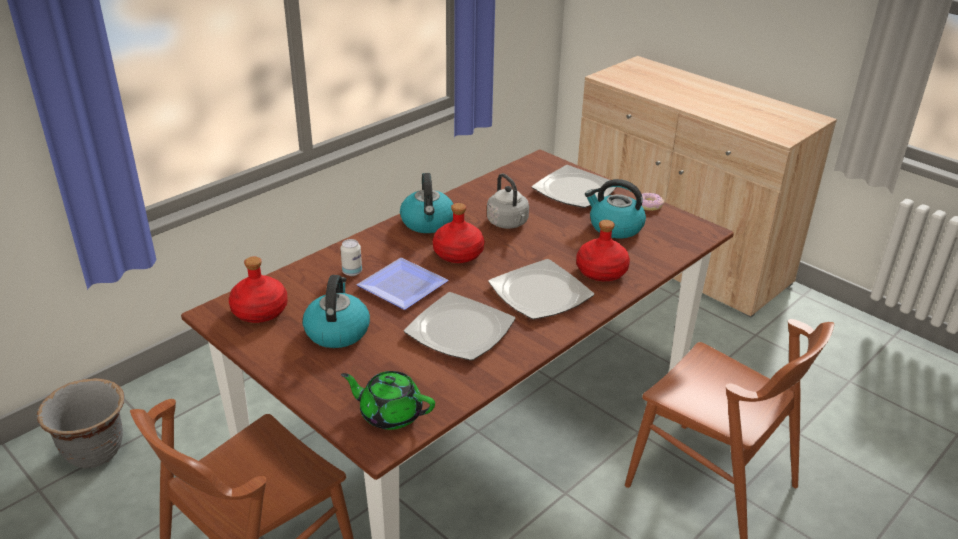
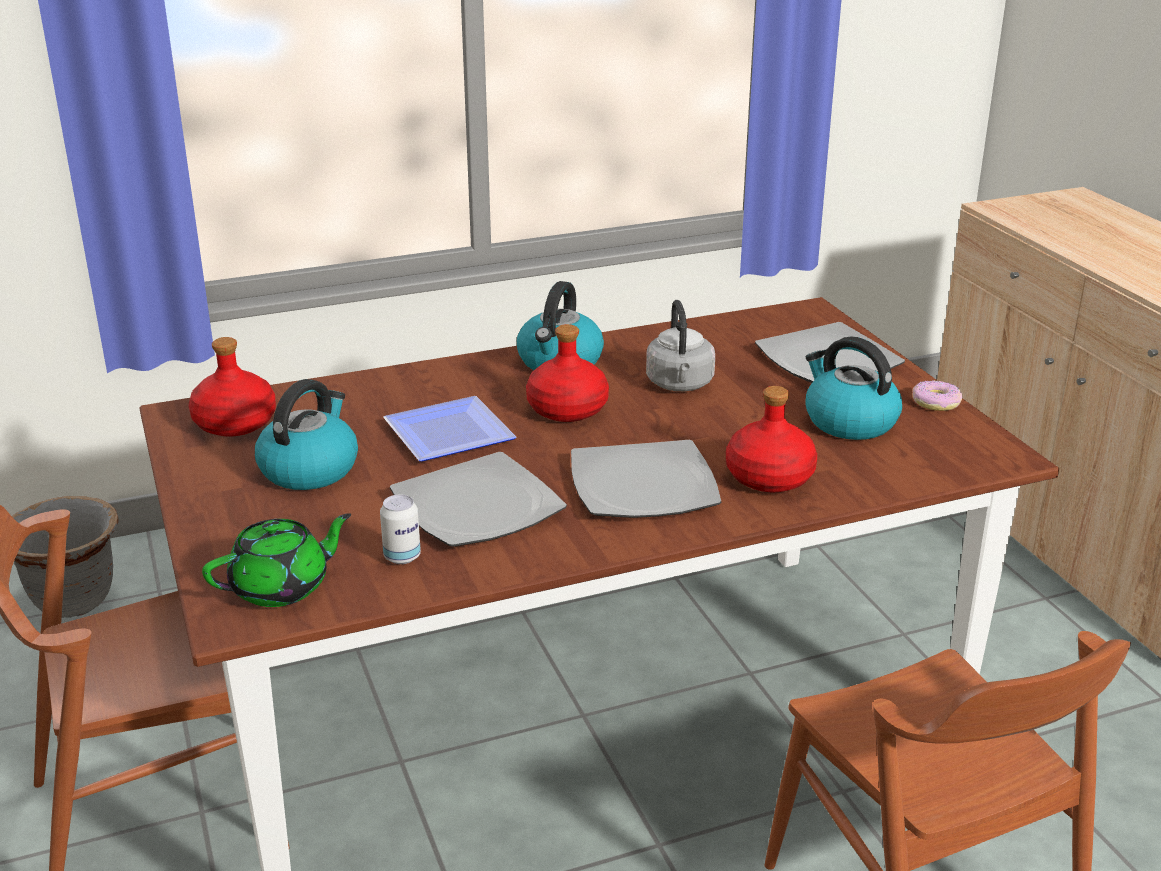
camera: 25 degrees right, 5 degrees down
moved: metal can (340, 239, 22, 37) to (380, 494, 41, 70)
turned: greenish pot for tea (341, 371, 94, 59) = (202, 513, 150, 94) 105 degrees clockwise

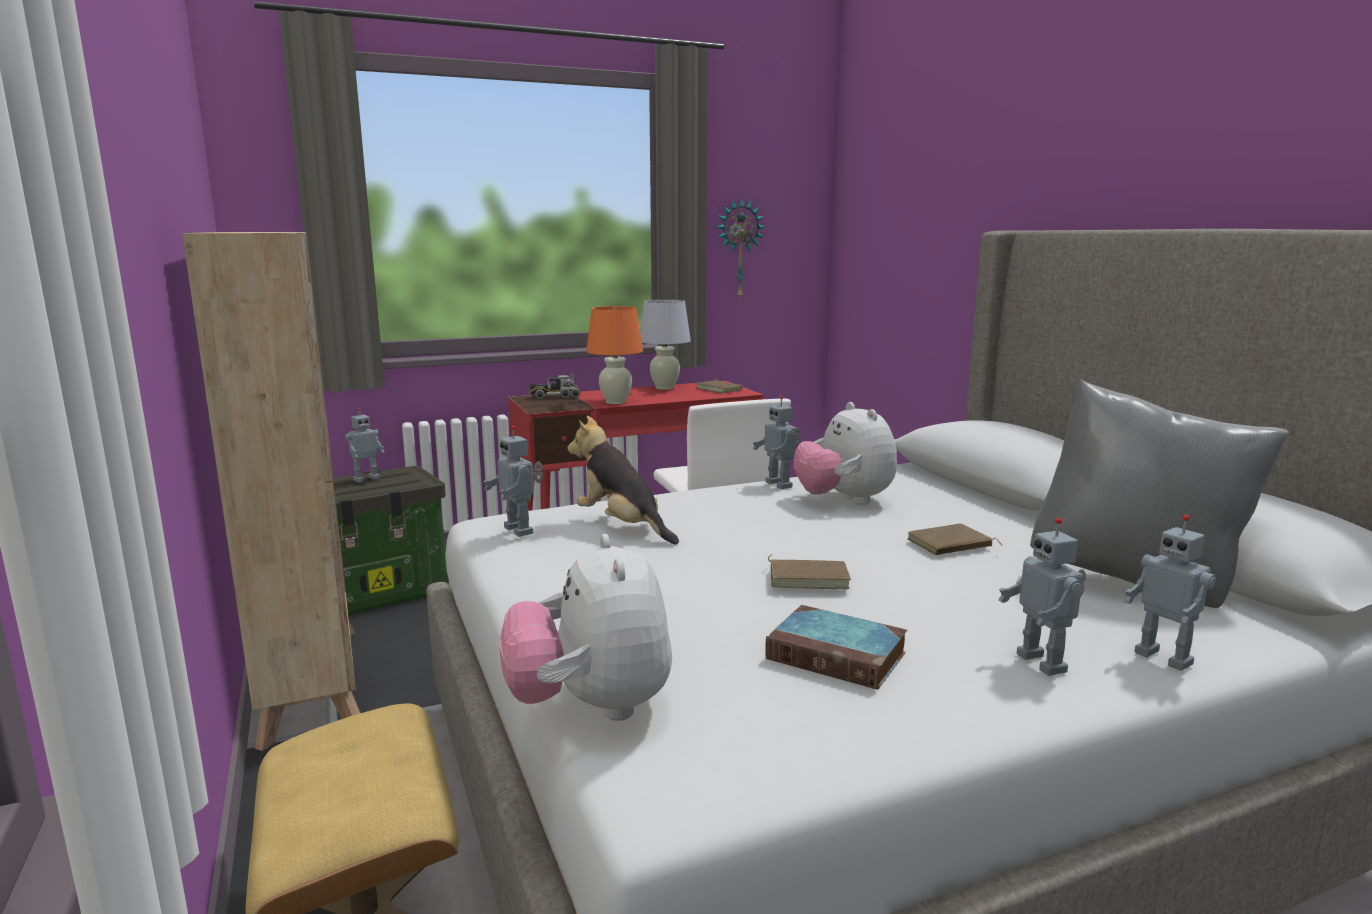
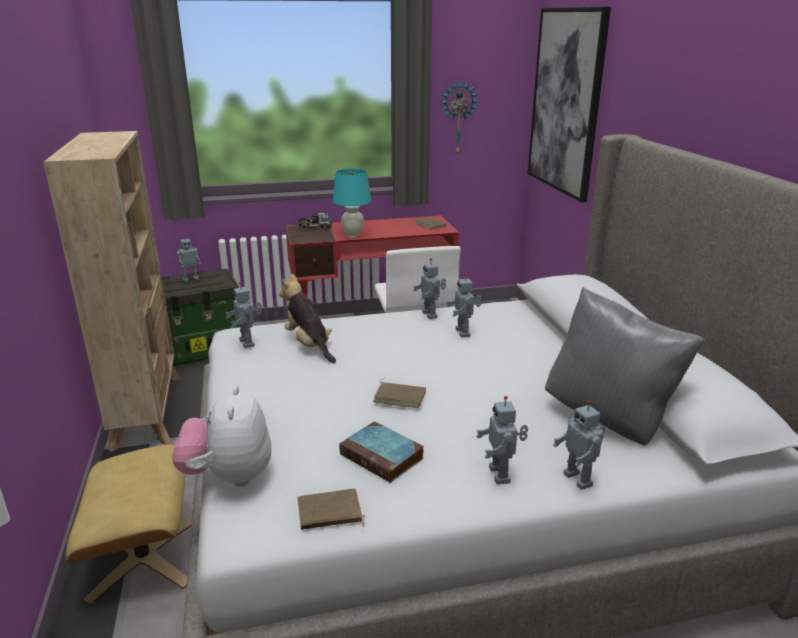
camera: 10 degrees right, 10 degrees up
removed: white-coloured lamp for a table (640, 300, 51, 90)
added: wall art (527, 7, 84, 196)
moved: brown-coloured bound book (908, 523, 95, 32) to (297, 488, 68, 42)
replaced: plush toy (794, 402, 103, 103) to toy robot (446, 273, 36, 64)
recoloured: orange lamp for a table (586, 306, 57, 98) to turquoise-coloured lamp for a table (332, 168, 39, 69)

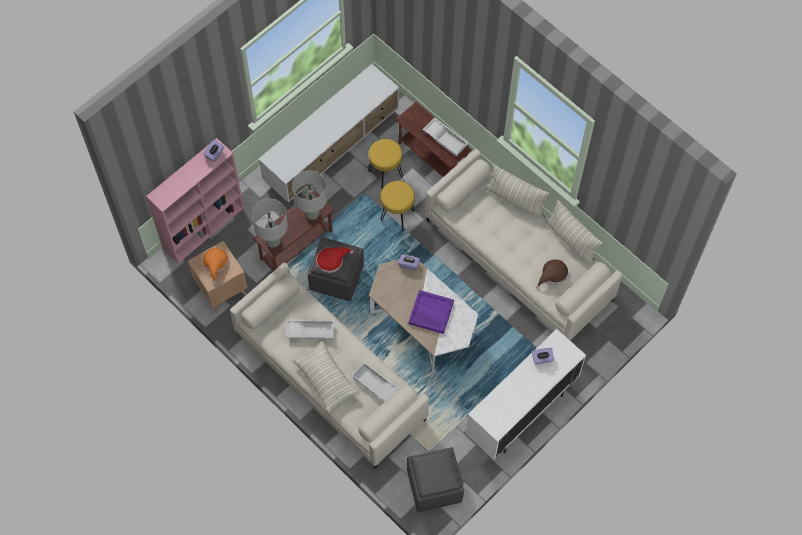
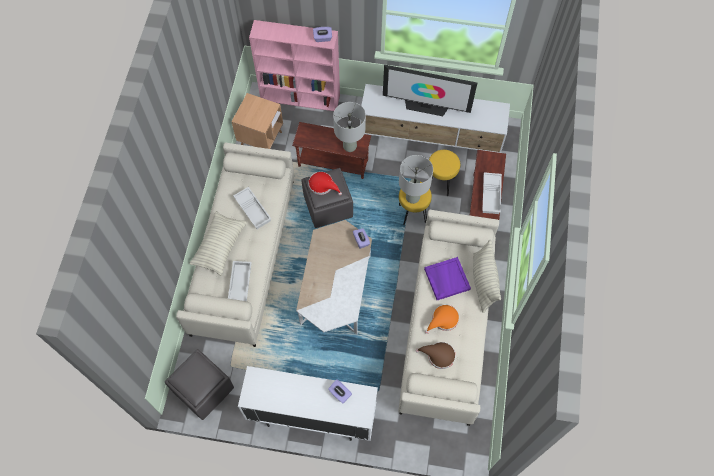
camera: 55 degrees right, 0 degrees up
removed: throw pillow (546, 200, 57, 66)
added: TV (383, 65, 94, 51)
moved: orange wearable hat (202, 247, 27, 37) to (425, 304, 34, 30); grey lamp for a table (252, 198, 36, 49) to (399, 155, 34, 49); purple tray (408, 290, 46, 44) to (424, 257, 47, 43)

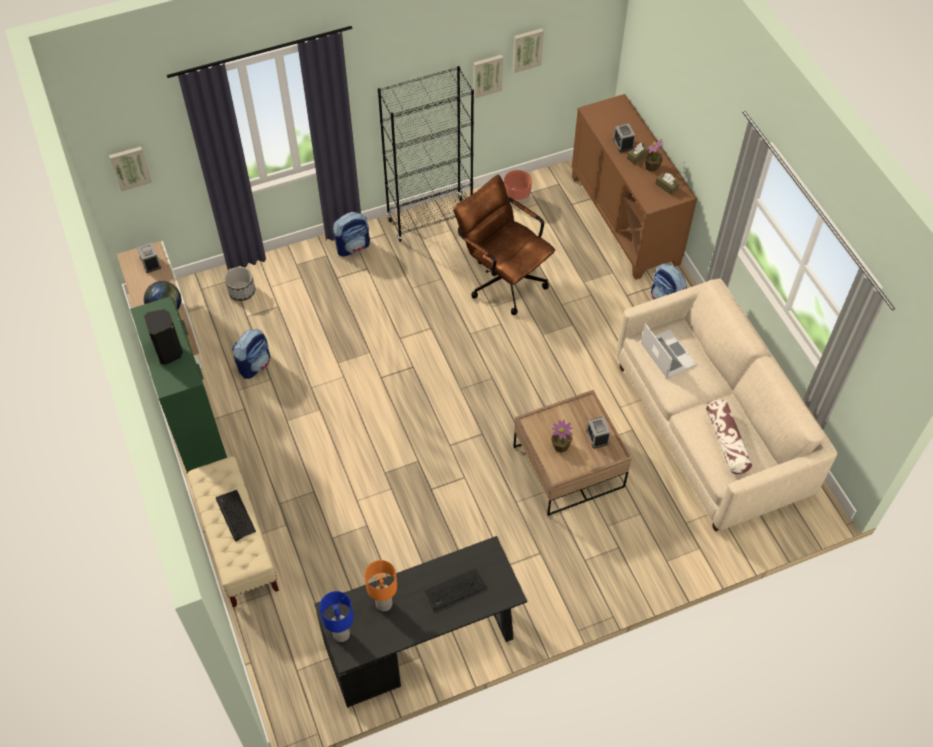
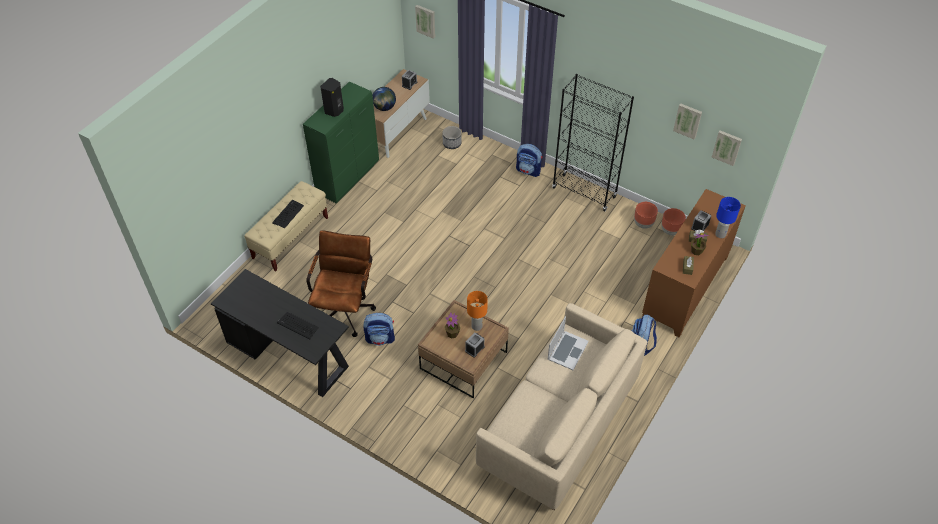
camera: 55 degrees right, 5 degrees down
removed: throw pillow (706, 400, 47, 74)
added: brown-coloured planter (661, 208, 25, 27)
moved: rucksack (232, 329, 38, 50) to (363, 313, 32, 33); bluish lamp for a table (319, 591, 35, 51) to (715, 197, 26, 41); orange lamp for a table (364, 560, 33, 51) to (467, 291, 21, 40); brown-coloured computer chair (453, 175, 102, 140) to (306, 230, 70, 107); wall art (473, 55, 30, 43) to (712, 130, 30, 36)

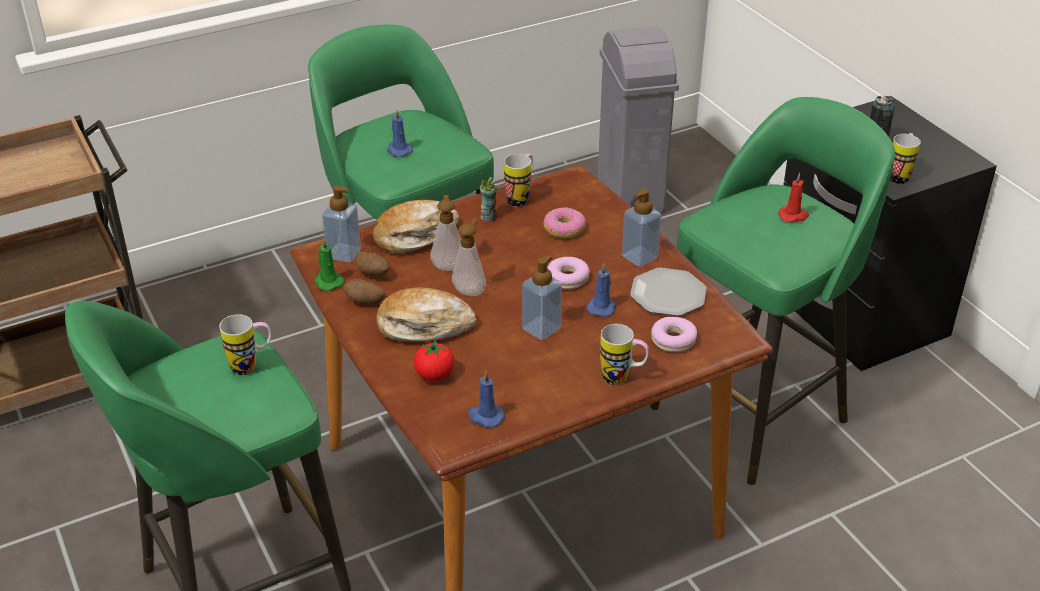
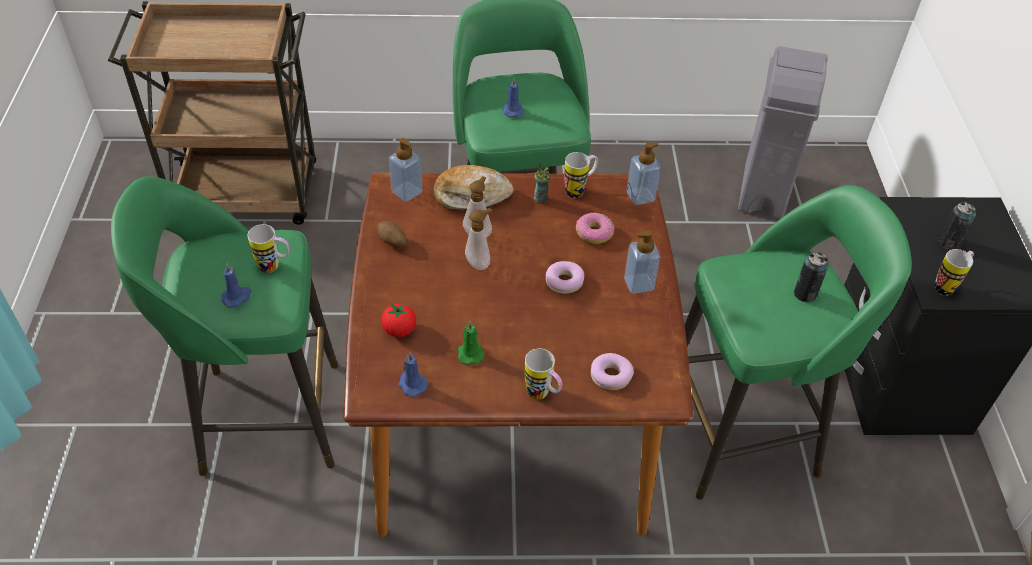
camera: 25 degrees right, 10 degrees up
removed: whole potato (356, 251, 34, 25); bakery bread (376, 288, 101, 53); dinner plate (630, 268, 77, 48)
moved: greenish candle (314, 238, 30, 53) to (458, 321, 27, 44); soap bottle (522, 255, 40, 85) to (626, 142, 35, 63); bluish candle (586, 264, 30, 53) to (221, 264, 30, 44)
replaced: red-coloured candle (778, 173, 31, 49) to metal can (794, 252, 35, 50)

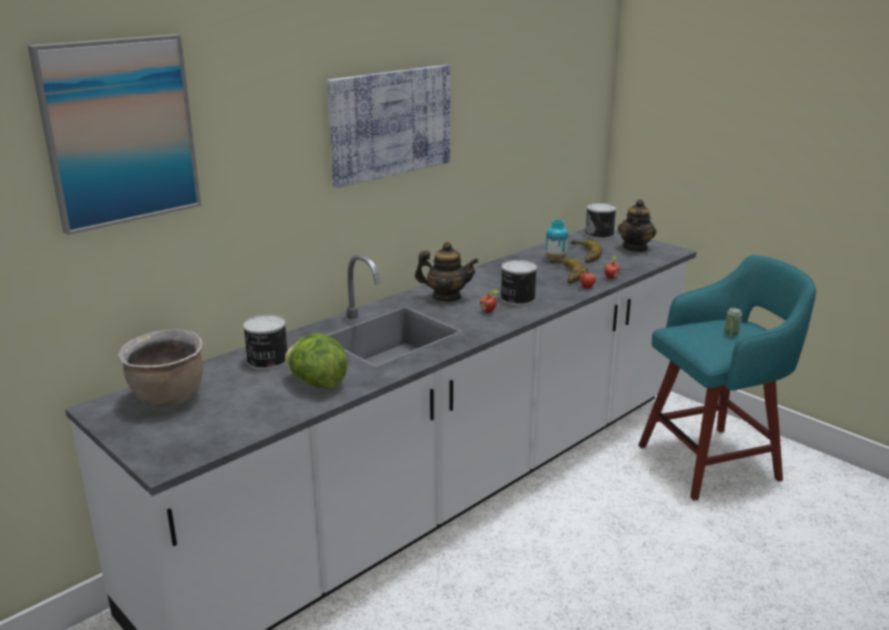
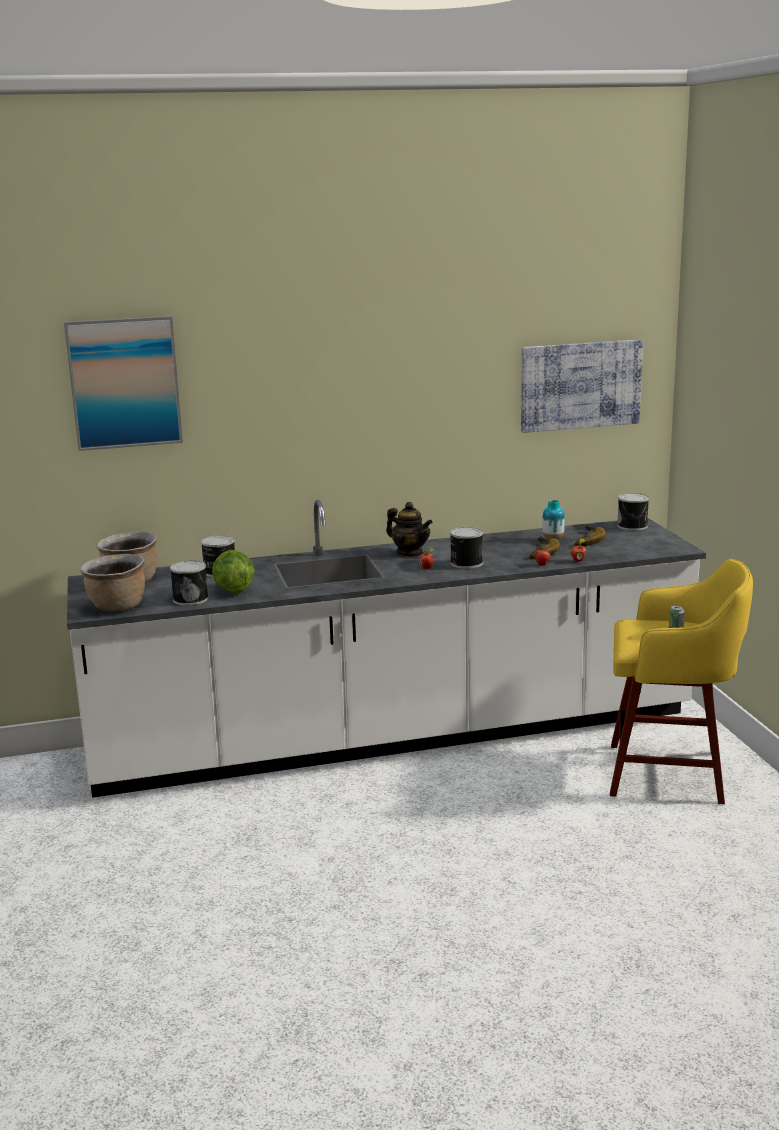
camera: 30 degrees right, 5 degrees down
removed: pot for tea (618, 199, 39, 53)
added: brown-coloured saucepot (80, 554, 65, 57); metal can (170, 560, 38, 46)
moved: wall art (327, 65, 123, 123) to (521, 339, 122, 94)
recoloured: turquoise-coloured sitting stool (638, 255, 178, 246) to yellow sitting stool (610, 559, 143, 245)

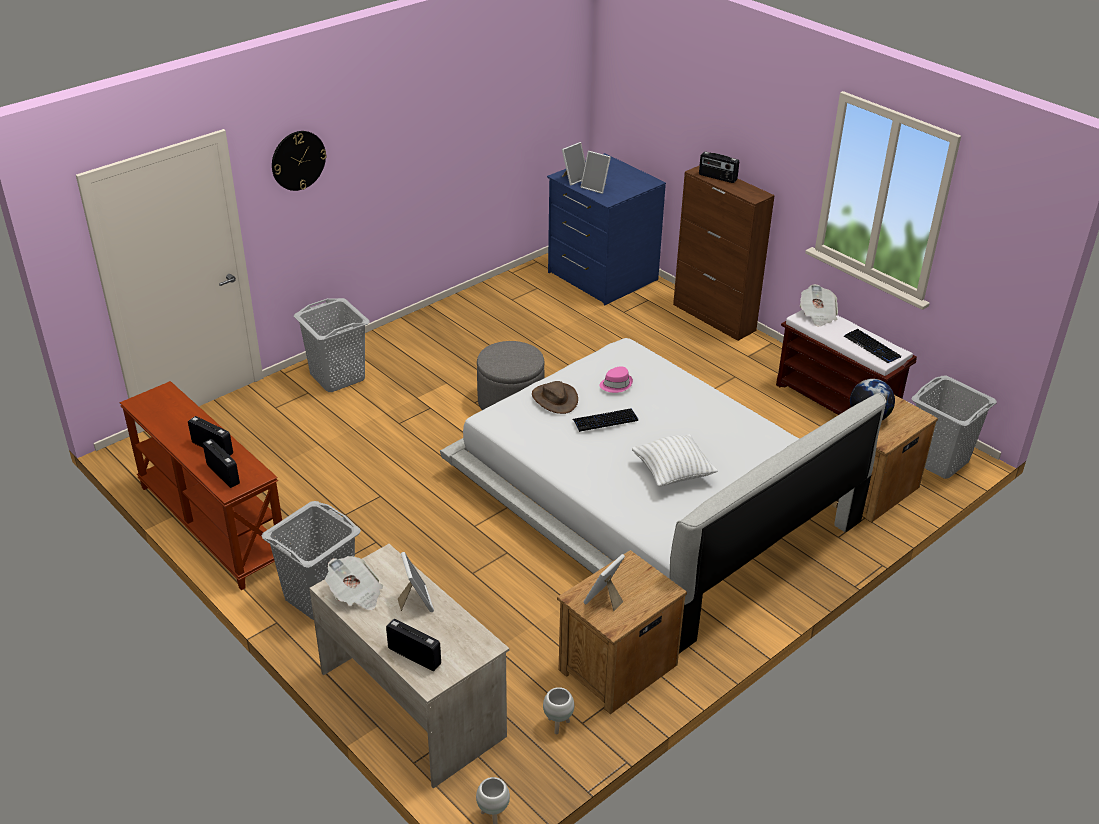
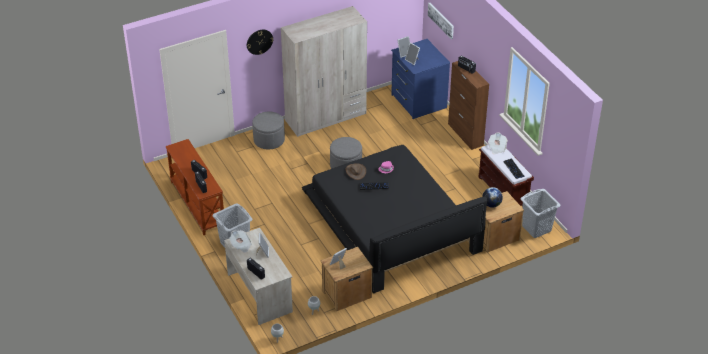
camera: 15 degrees right, 5 degrees up
removed: white-coloured throw pillow (632, 434, 86, 53)
added: beige clothes cupboard (281, 6, 86, 131); wall art (428, 3, 26, 36)
replaced: grey washing basket (294, 298, 76, 94) to grey ottoman (252, 111, 33, 38)
recoloured: white-coloured bed (440, 338, 446, 315) to black-coloured bed (302, 145, 185, 148)

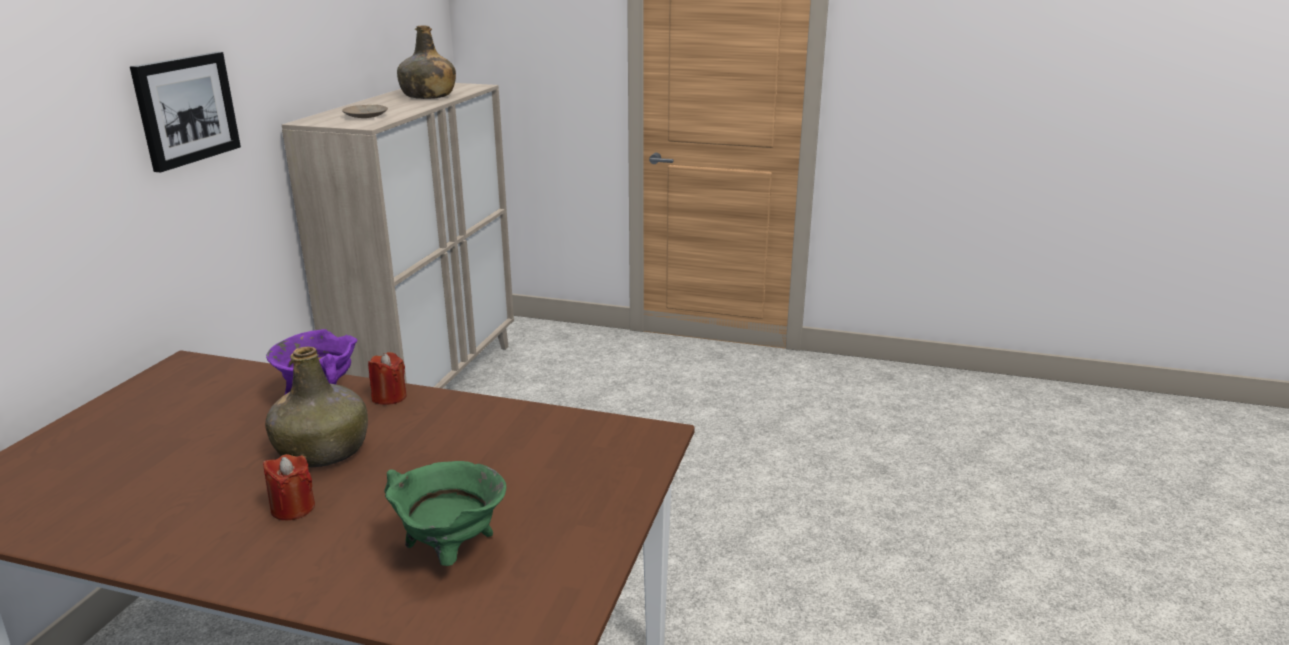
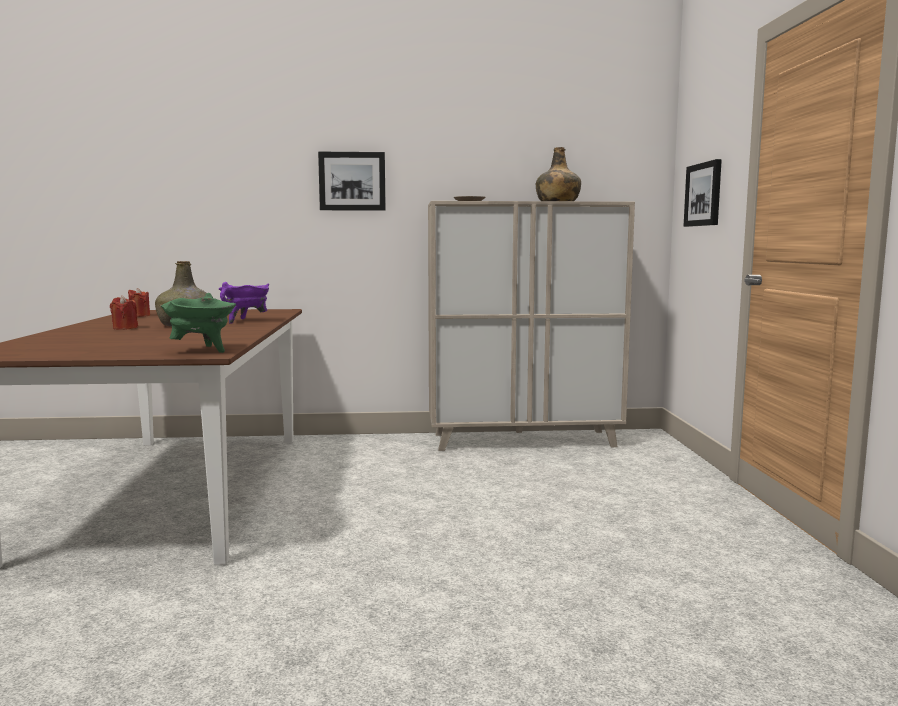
camera: 70 degrees right, 15 degrees down
added: wall art (684, 159, 38, 68)
moved: red-coloured candle (368, 352, 39, 53) to (128, 288, 22, 29); greenish saucepot (385, 461, 121, 105) to (161, 293, 75, 60)

